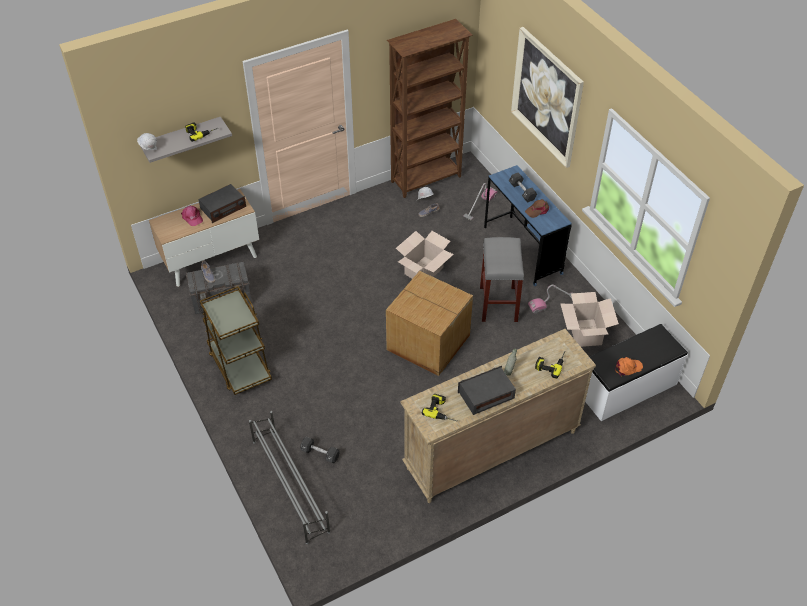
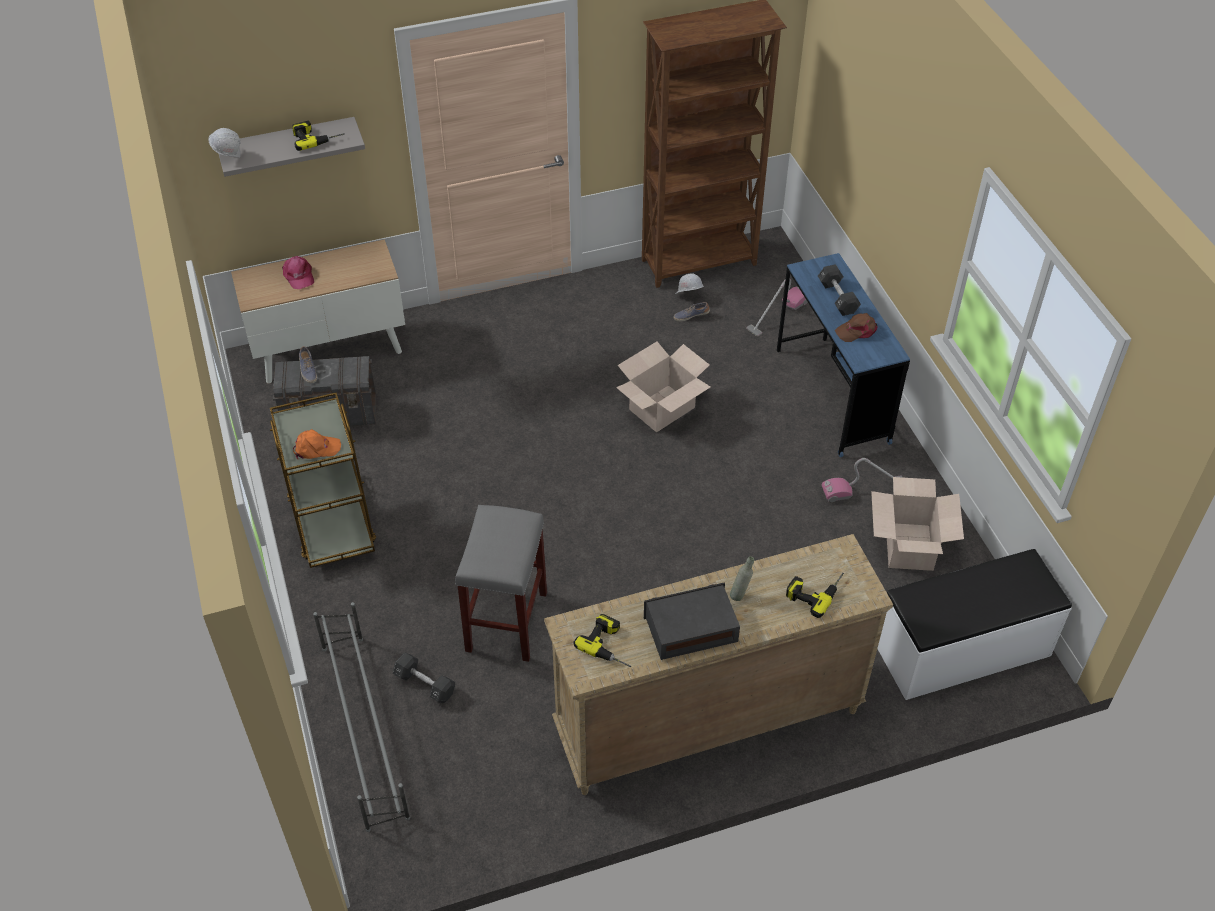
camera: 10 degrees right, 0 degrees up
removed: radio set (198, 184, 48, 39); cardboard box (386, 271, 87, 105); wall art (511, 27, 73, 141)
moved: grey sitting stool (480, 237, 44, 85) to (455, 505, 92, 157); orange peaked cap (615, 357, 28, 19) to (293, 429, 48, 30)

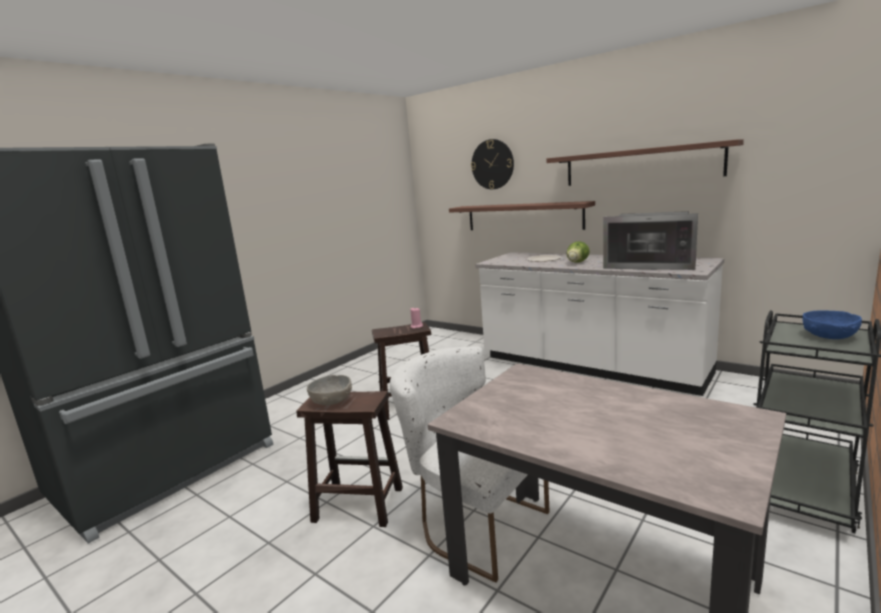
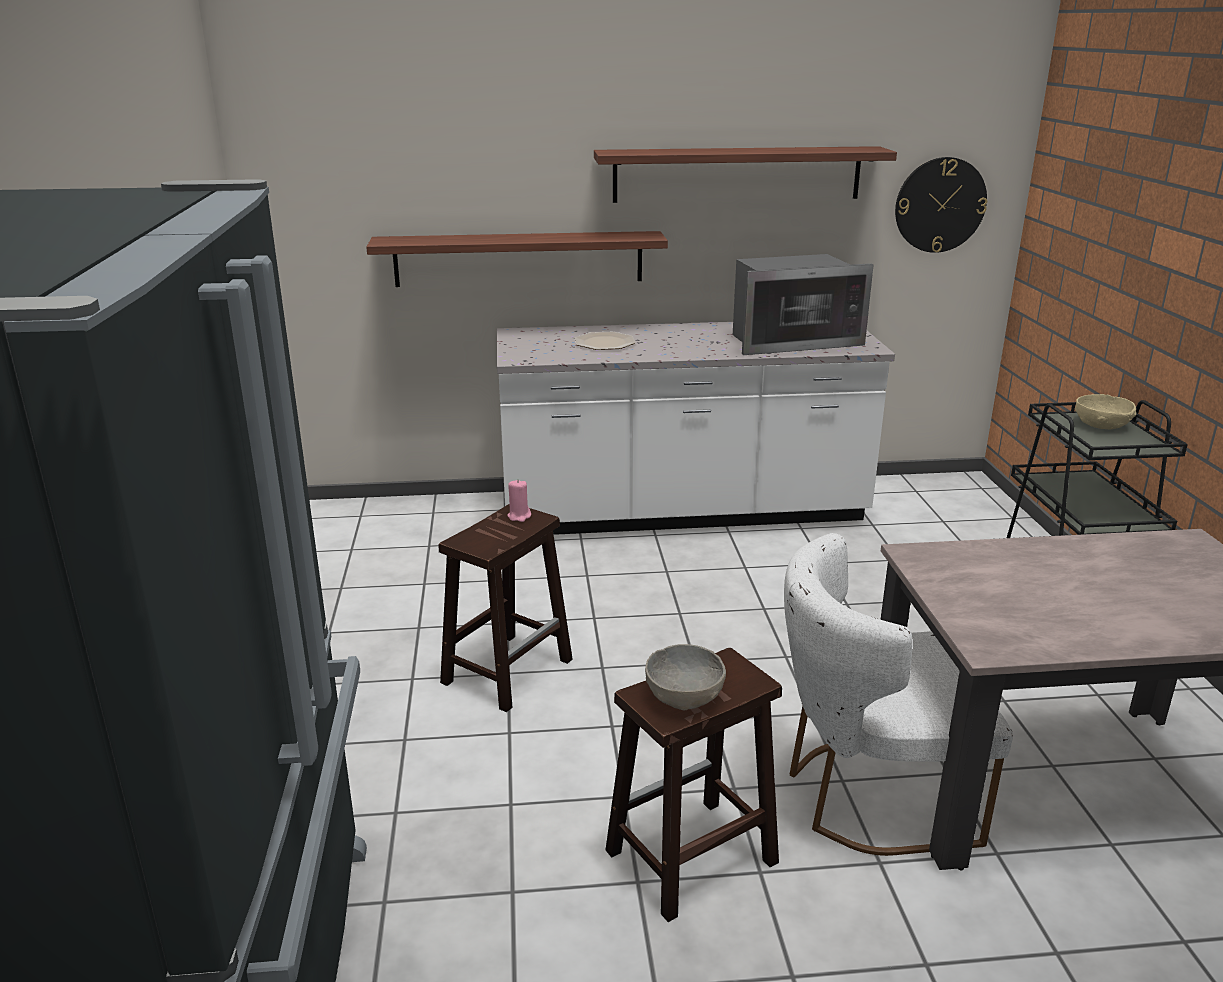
camera: 45 degrees left, 10 degrees up
removed: lettuce (566, 241, 24, 22)
moved: hanging clock (471, 139, 43, 50) to (895, 157, 92, 96)
recoloured: bluish deep dish (803, 311, 59, 28) to beige deep dish (1075, 394, 61, 35)

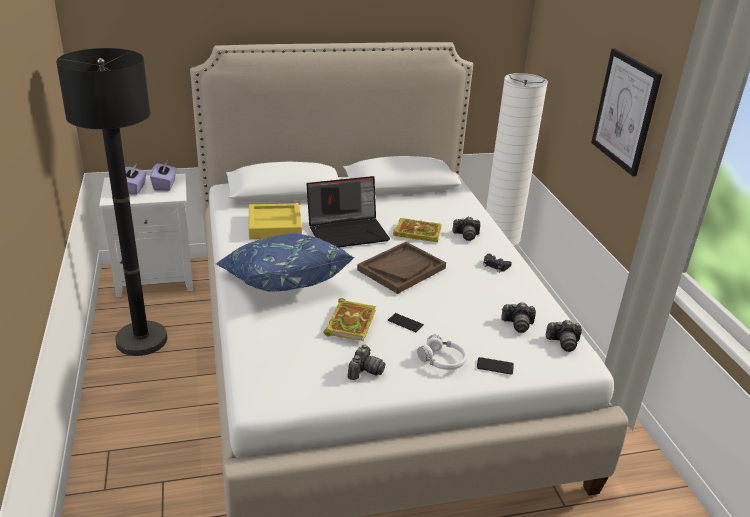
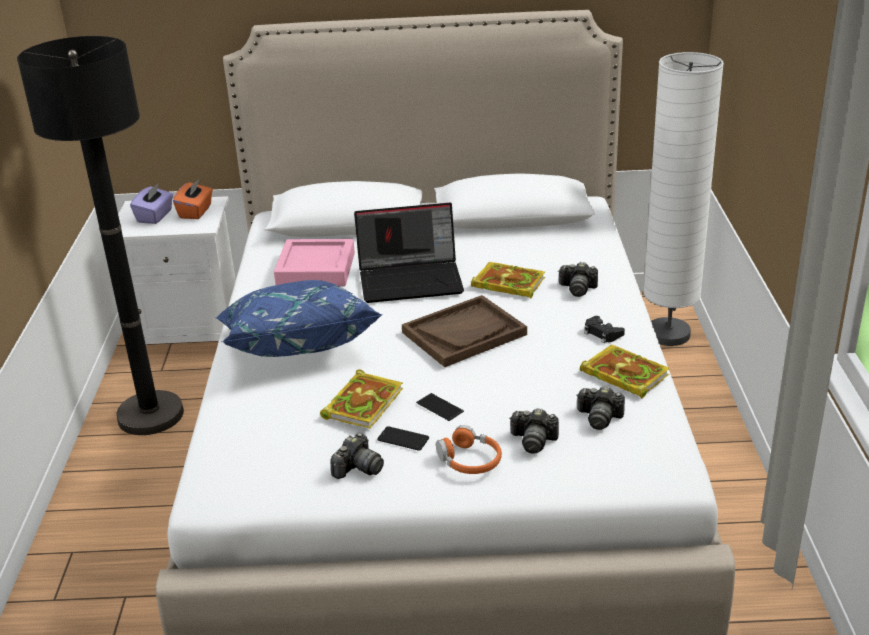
camera: 15 degrees right, 0 degrees up
removed: wall art (591, 49, 71, 127)
added: bound book (580, 344, 90, 54)
moved: telephone (477, 357, 37, 18) to (377, 426, 52, 25); photo camera (546, 320, 36, 32) to (509, 408, 50, 46)
recoloured: purple tissue box (150, 161, 27, 30) to orange tissue box (173, 179, 40, 40); yellow tray (249, 203, 53, 36) to pinkish tray (274, 239, 81, 47); white-coloured headphones (417, 335, 50, 35) to orange headphones (436, 425, 66, 49)

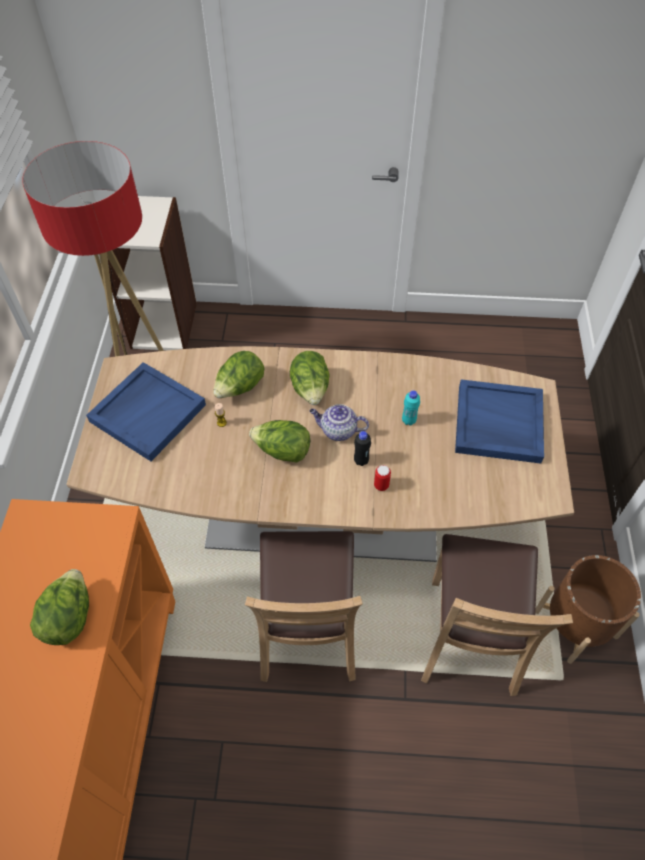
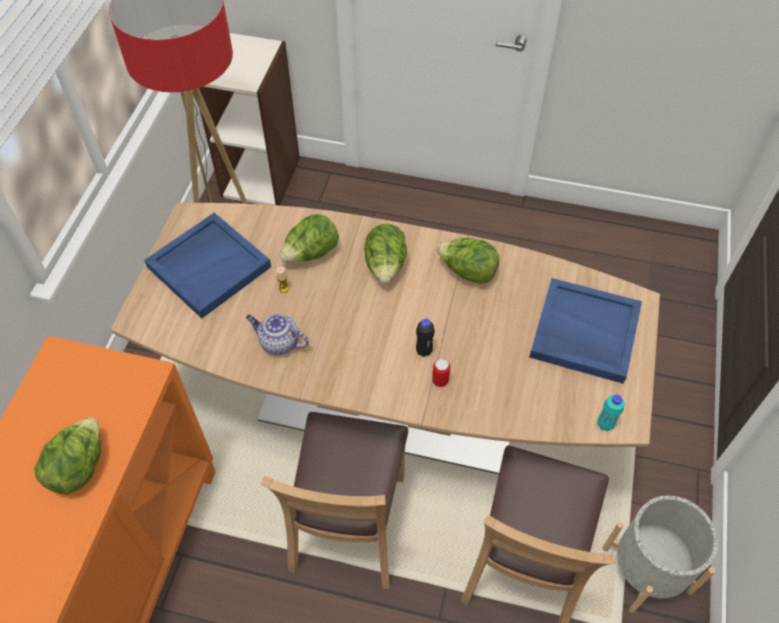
camera: 10 degrees right, 0 degrees up
moved: lettuce (249, 420, 61, 43) to (437, 238, 62, 46); pot for tea (310, 404, 59, 37) to (246, 314, 63, 41); turquoise-coloured bottle (402, 390, 18, 36) to (597, 394, 28, 37)
recoloured: brown-coloured planter (535, 555, 106, 109) to grey planter (603, 496, 115, 117)

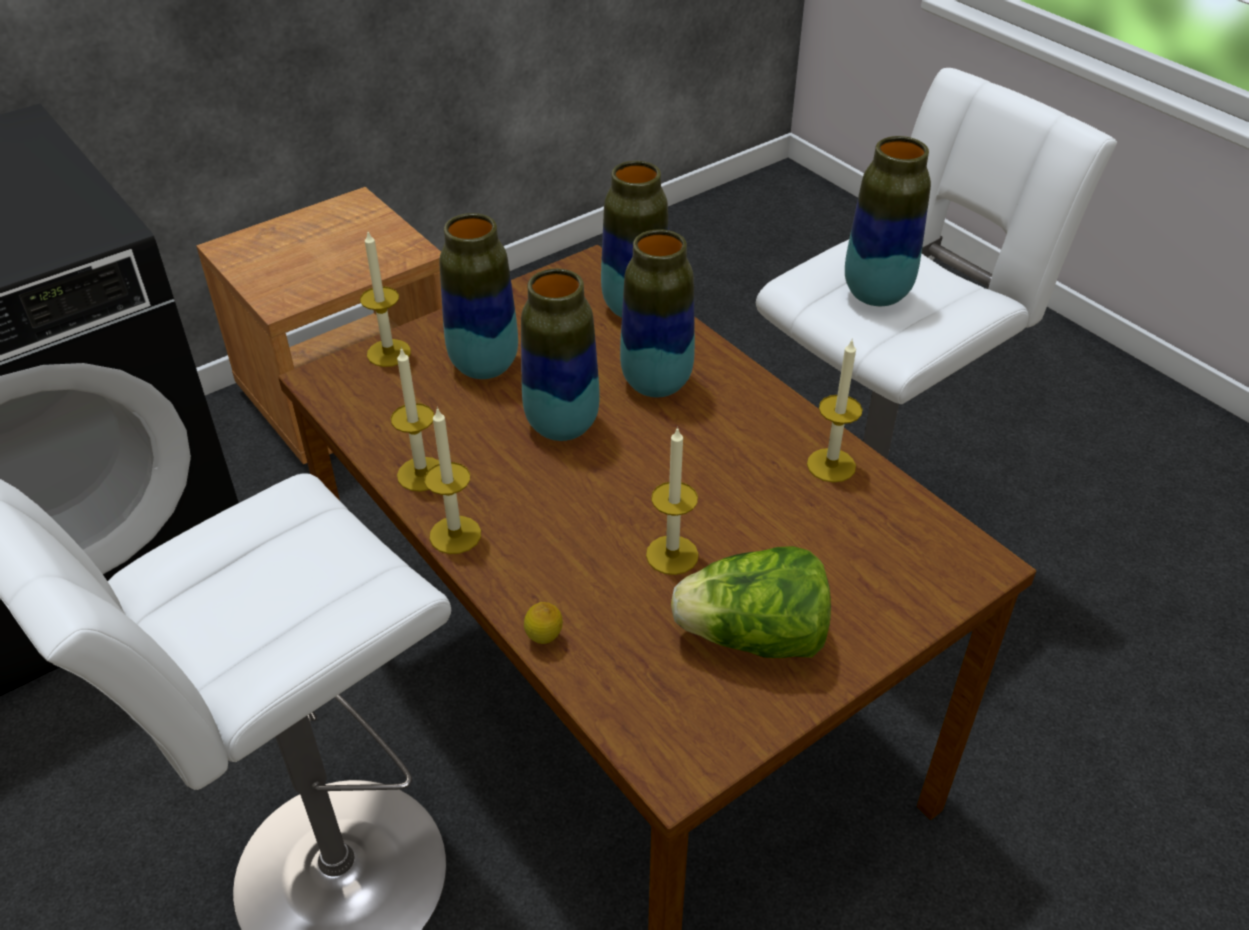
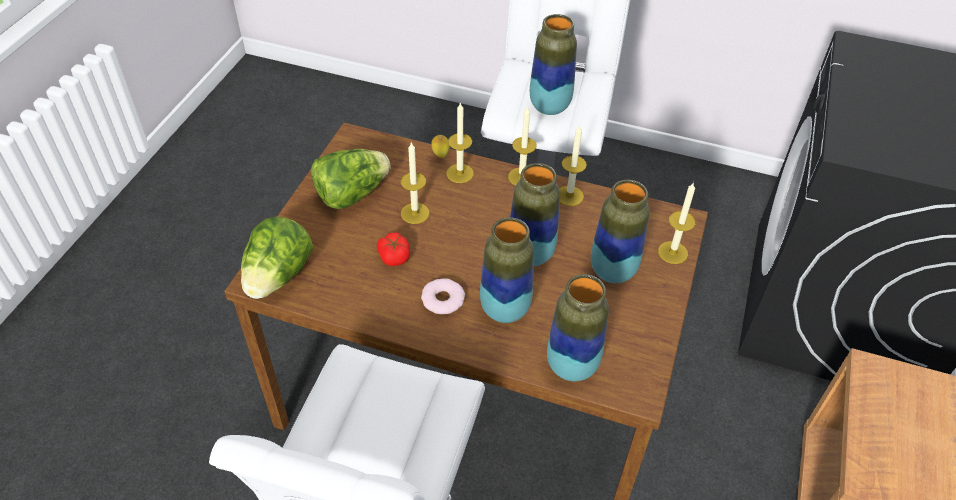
camera: 145 degrees right, 5 degrees up
added: lettuce (241, 217, 72, 82); whole tomato (377, 232, 33, 34); doughnut (421, 278, 44, 36)
moved: candle (807, 340, 56, 143) to (446, 102, 28, 81); vase (845, 136, 86, 170) to (530, 14, 47, 101)

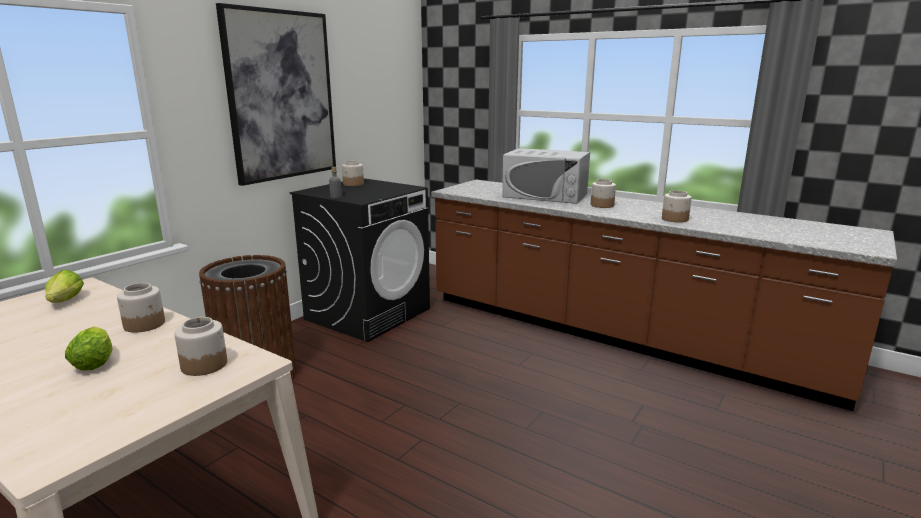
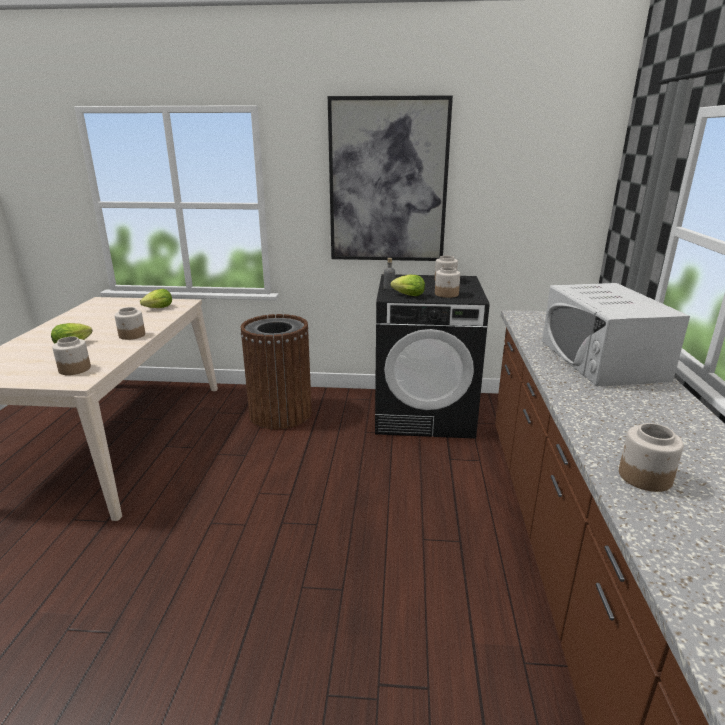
camera: 60 degrees right, 5 degrees up
added: lettuce (391, 275, 34, 21)
moved: storage jar (591, 179, 25, 29) to (435, 267, 25, 31)

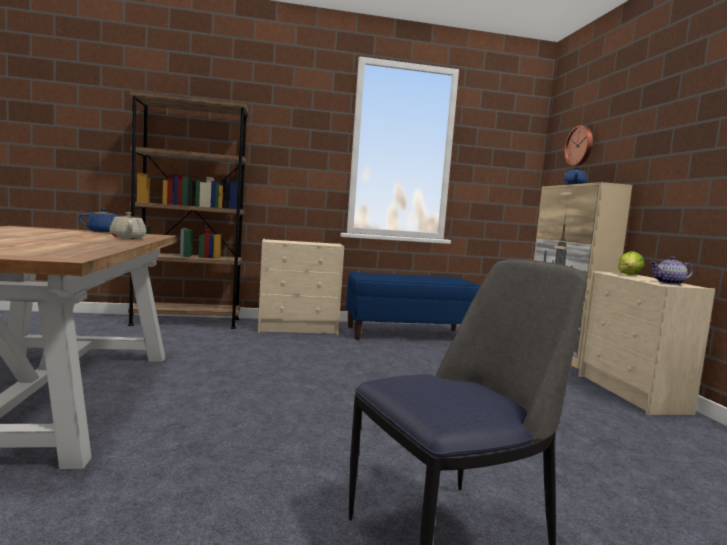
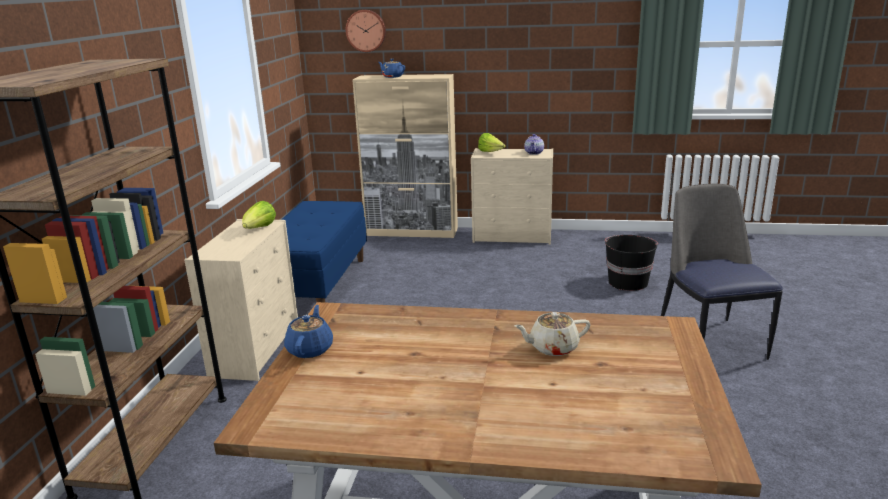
camera: 70 degrees left, 15 degrees up
added: lettuce (242, 201, 34, 28); black-coloured water bucket (605, 235, 53, 56)
moved: beige pot for tea (109, 212, 37, 27) to (514, 312, 76, 44)

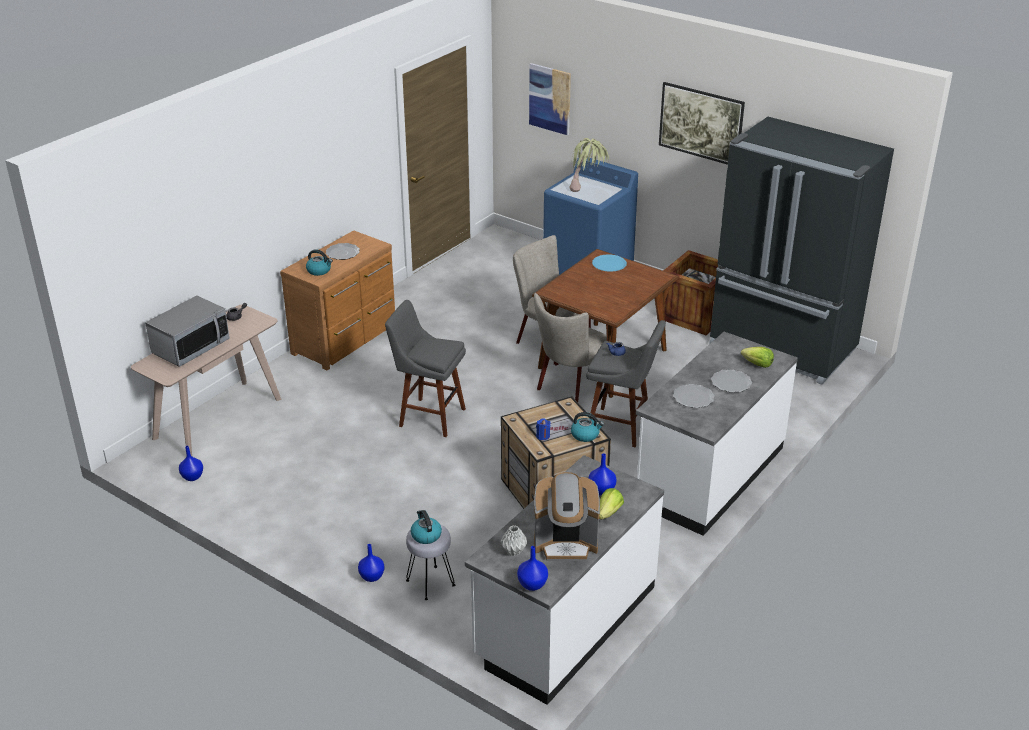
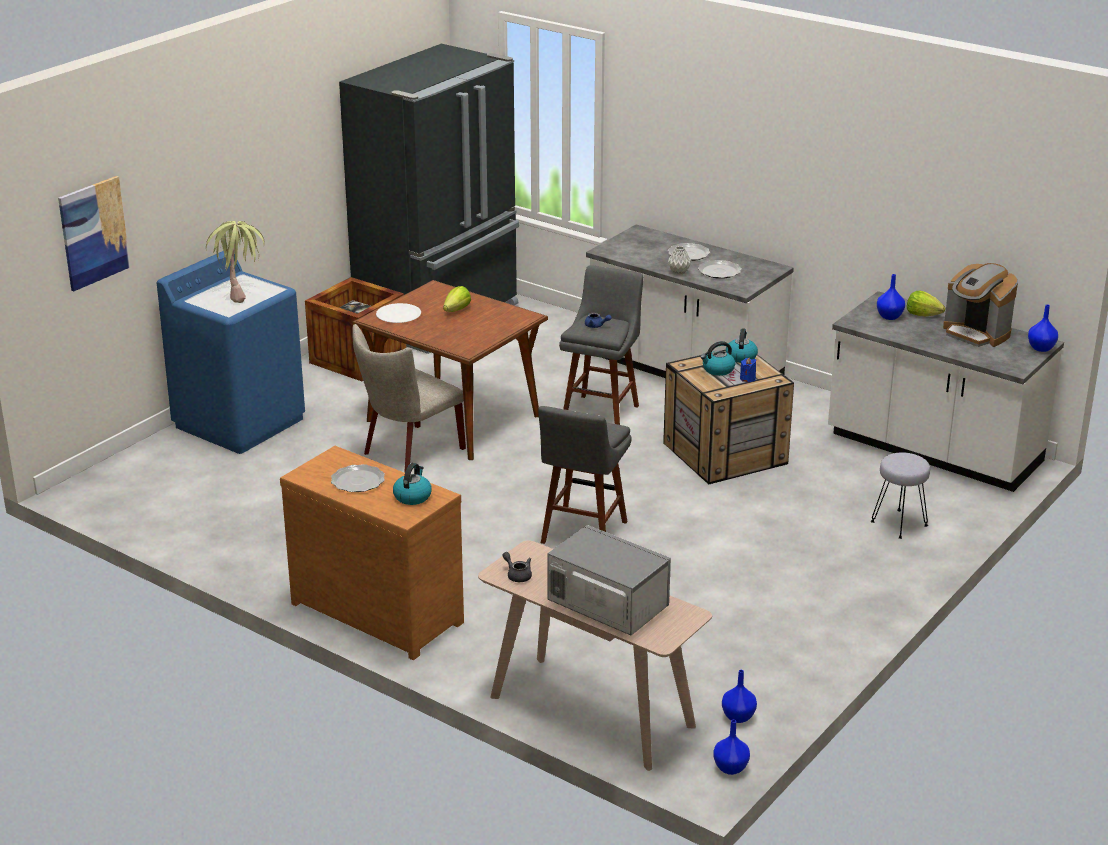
camera: 90 degrees left, 5 degrees down
removed: beige chair (534, 293, 73, 109); wall art (659, 82, 86, 83)
moved: bluish vase (358, 544, 27, 38) to (713, 720, 37, 55); tea kettle (411, 510, 31, 34) to (700, 341, 35, 35); grey vase (501, 525, 26, 31) to (668, 246, 24, 29); lettuce (741, 347, 33, 21) to (443, 286, 28, 26)
recoloured: bluish dinner plate (592, 254, 35, 18) to white-coloured dinner plate (376, 303, 45, 20)
turned: coffee machine (534, 472, 66, 89) = (943, 263, 75, 84) 135 degrees clockwise

